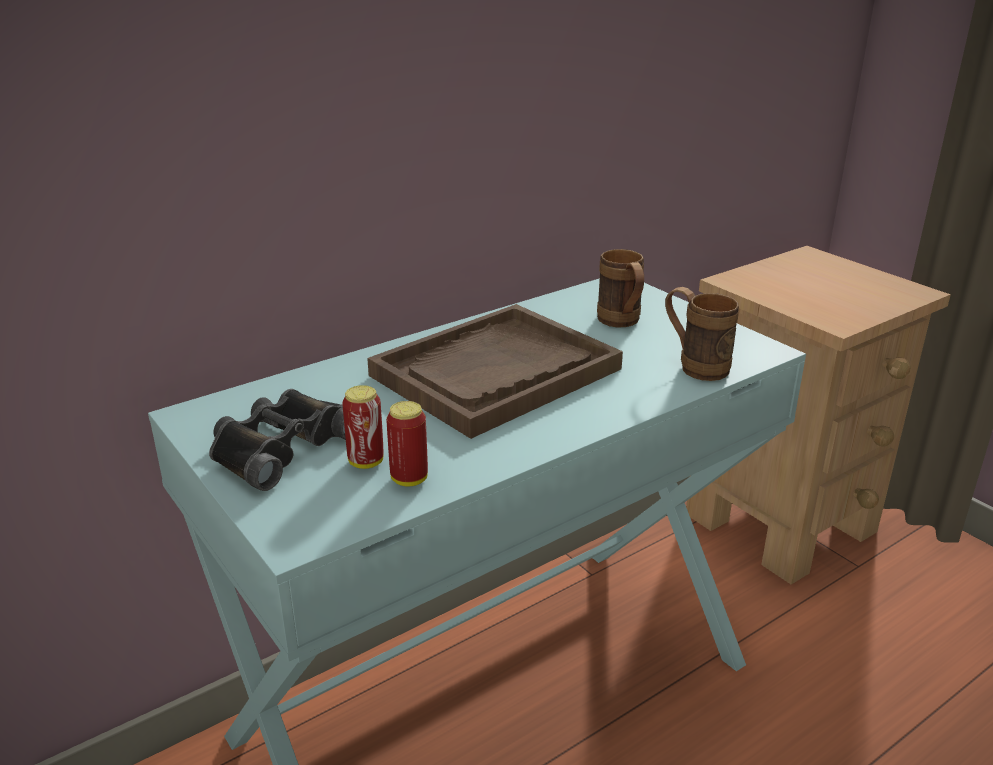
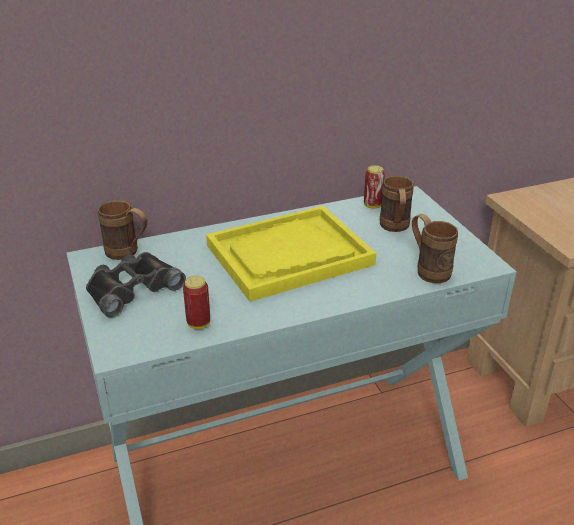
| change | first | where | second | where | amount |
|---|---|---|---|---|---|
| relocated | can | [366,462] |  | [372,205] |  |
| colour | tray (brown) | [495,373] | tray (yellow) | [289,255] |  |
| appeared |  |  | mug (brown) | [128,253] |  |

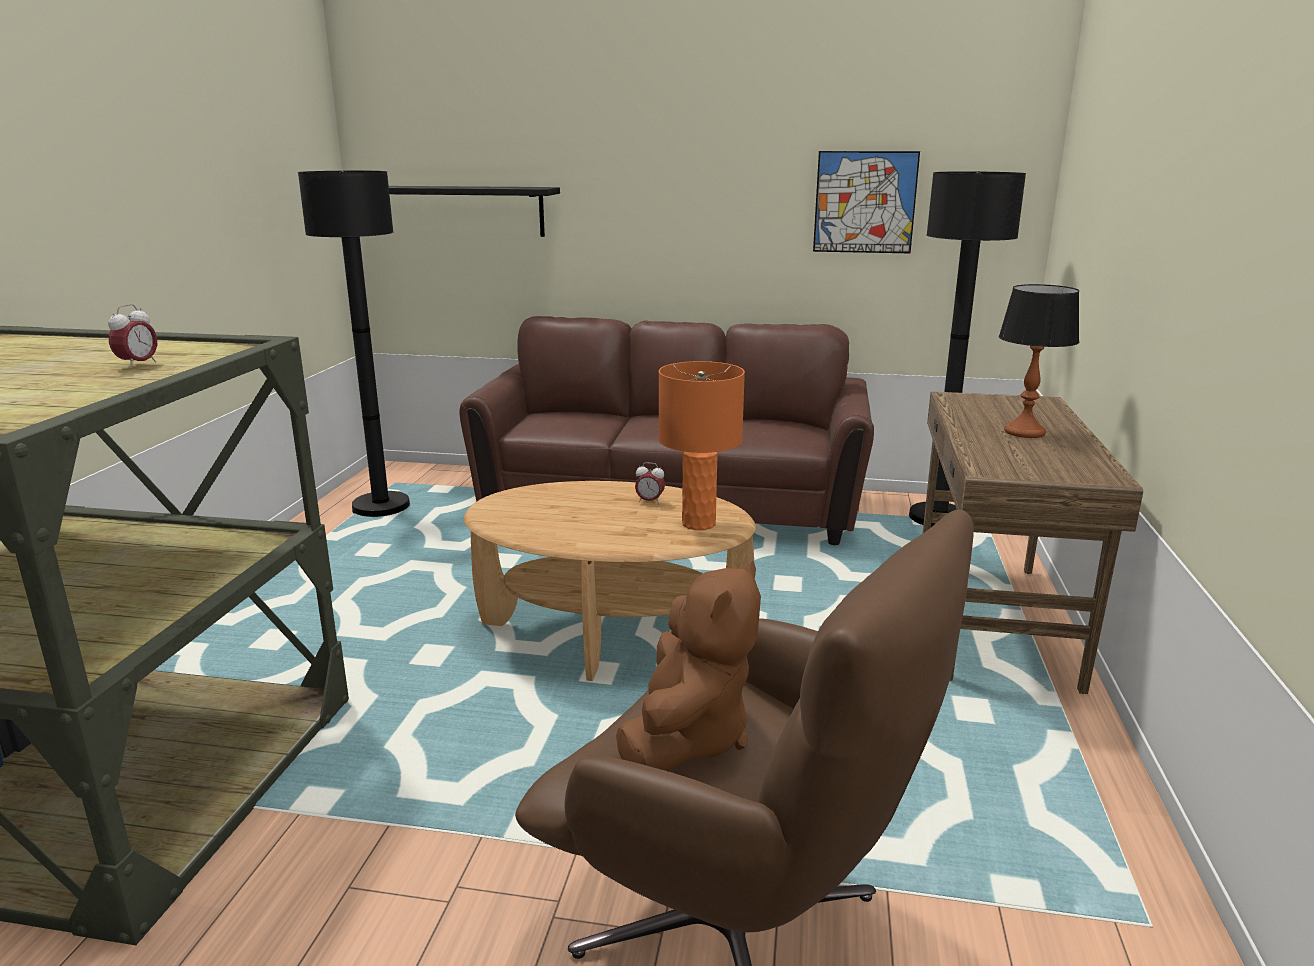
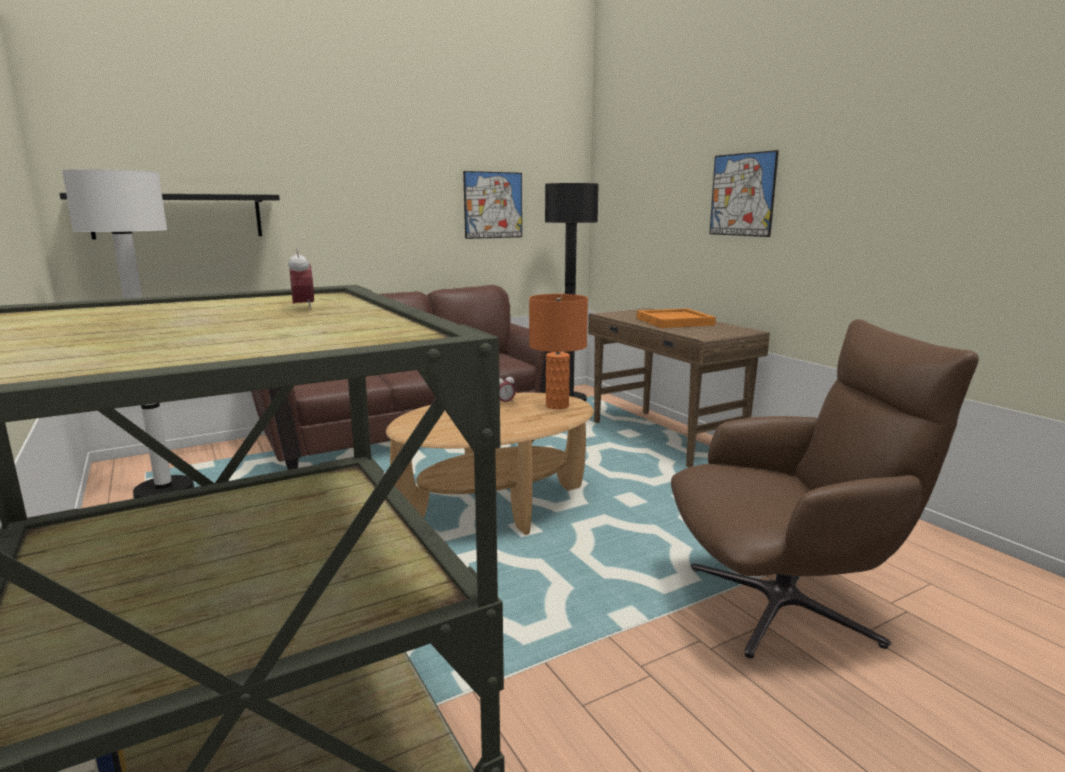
| change | first | where | second | where | amount |
|---|---|---|---|---|---|
| colour | floor lamp (black) | [381,507] | floor lamp (white) | [164,492] |  |
| missing | plush toy (brown) | [687,737] |  |  |  |
| exchanged | table lamp | [1025,432] | tray (orange) | [675,321] |  |
| appeared |  |  | picture | [742,195] |  |

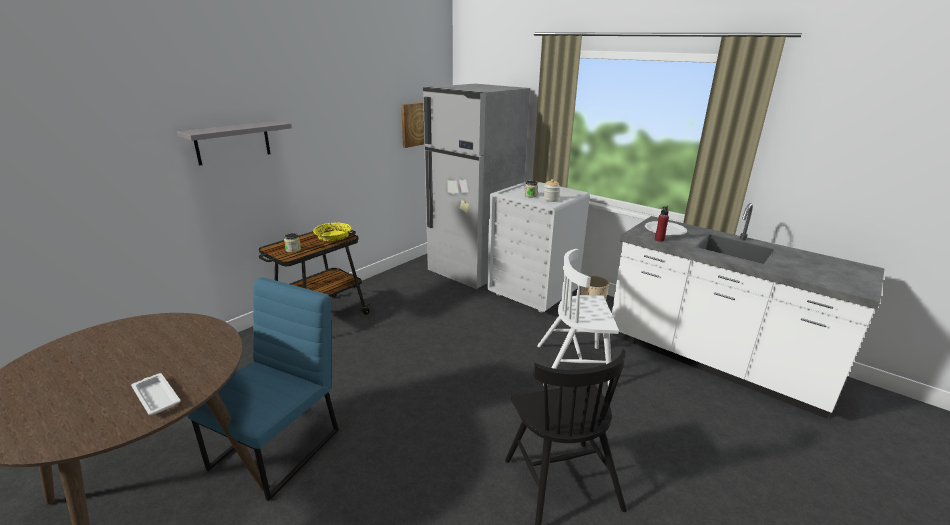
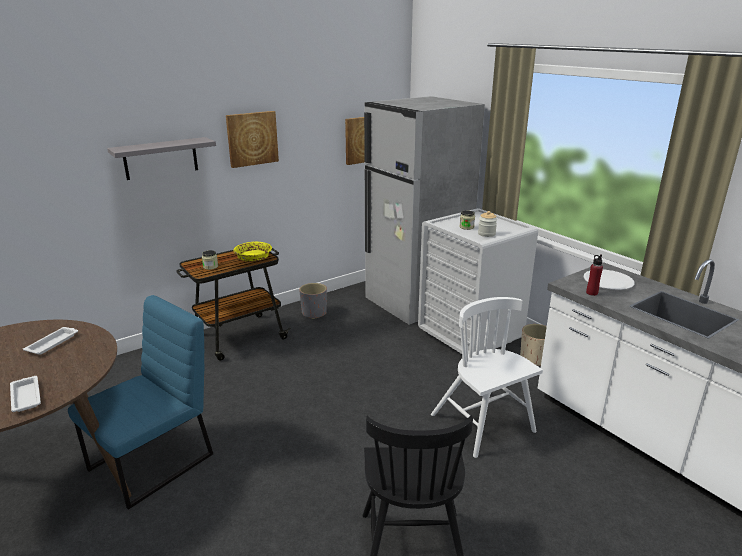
| change | first | where | second | where | amount |
|---|---|---|---|---|---|
| spun | chair (white) | [577,365] |  | [486,426] | 45 degrees clockwise |
| appeared |  |  | tray (white) | [53,343] |  |
| appeared |  |  | picture | [252,138] |  |
| appeared |  |  | planter (grey) | [314,313] |  |

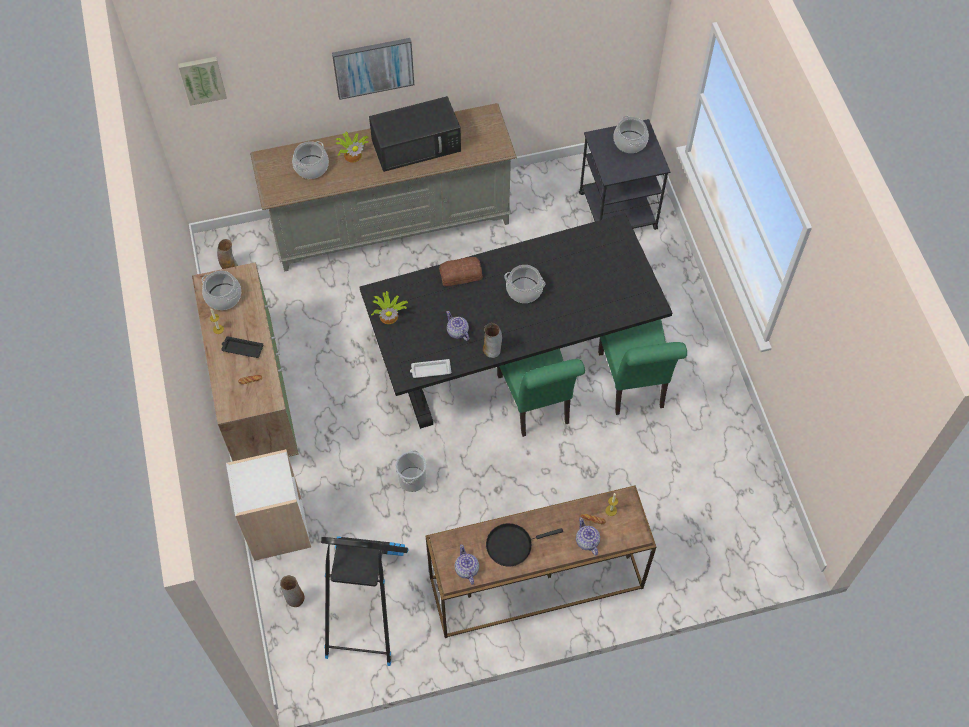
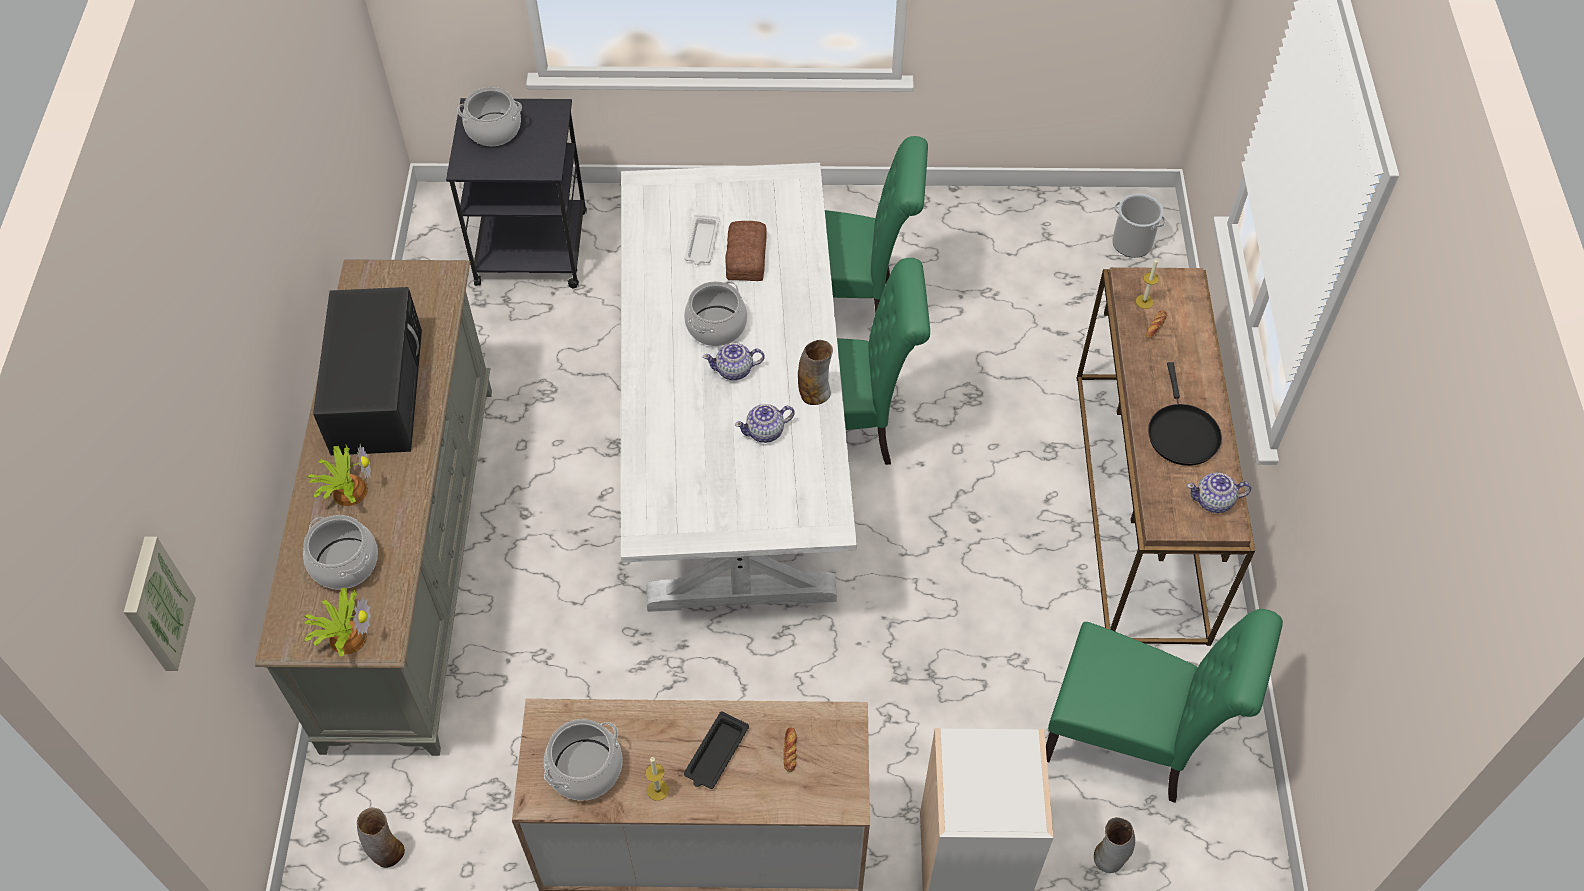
| change | first | where | second | where | amount |
|---|---|---|---|---|---|
| exchanged | step ladder (black) | [367,601] | chair (green) | [1131,744] |  |
| missing | picture | [373,67] |  |  |  |
| colour | dining table (black) | [512,352] | dining table (white) | [735,442] |  |
| relocated | potted plant | [389,315] |  | [346,636] |  |
| relocated | bucket | [412,479] |  | [1132,243] |  |
| relocated | tray (white) | [430,370] |  | [702,243] |  |
| relocated | bread | [460,274] |  | [745,257] |  |
| relocated | teapot | [587,541] |  | [734,370] |  |

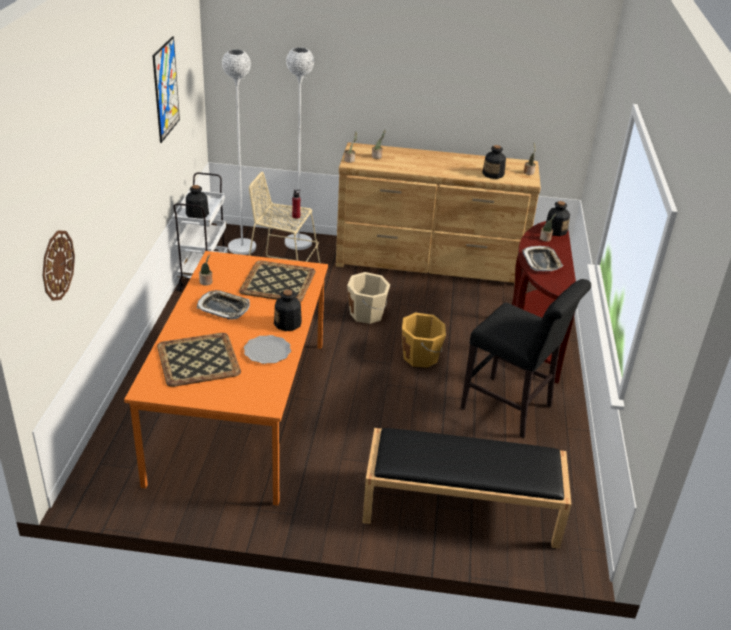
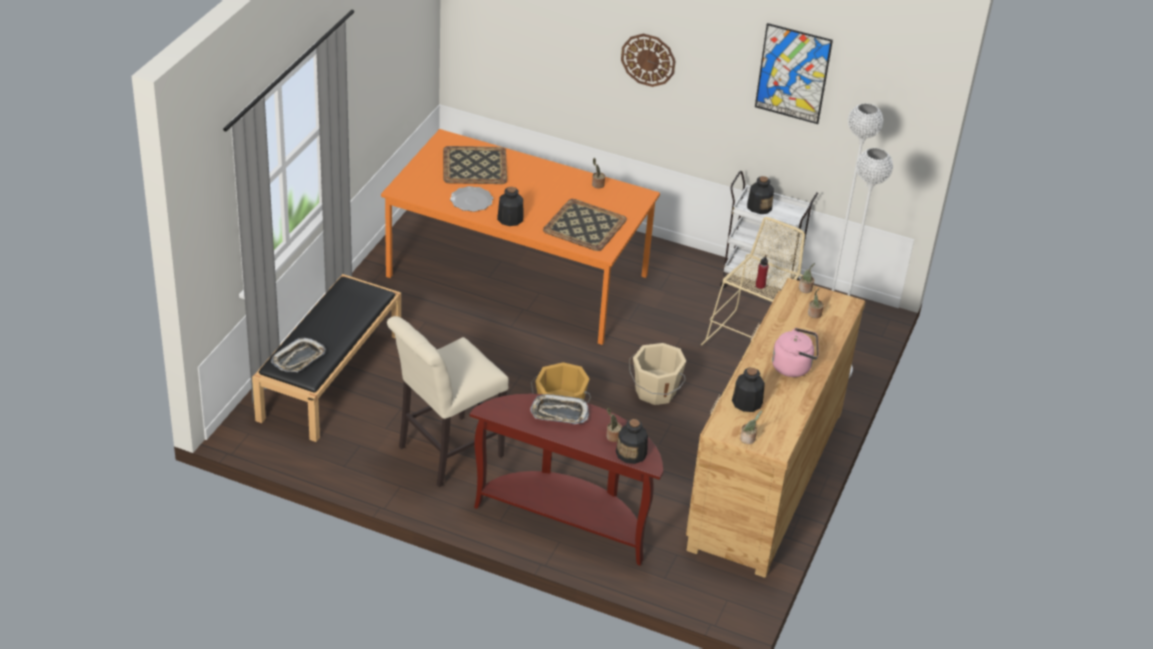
| change | first | where | second | where | amount |
|---|---|---|---|---|---|
| relocated | wall clock | [57,265] |  | [648,59] |  |
| relocated | tray | [223,308] |  | [299,359] |  |
| colour | stool (black) | [511,410] | stool (beige) | [445,453] |  |
| appeared |  |  | kettle (pink) | [794,367] |  |

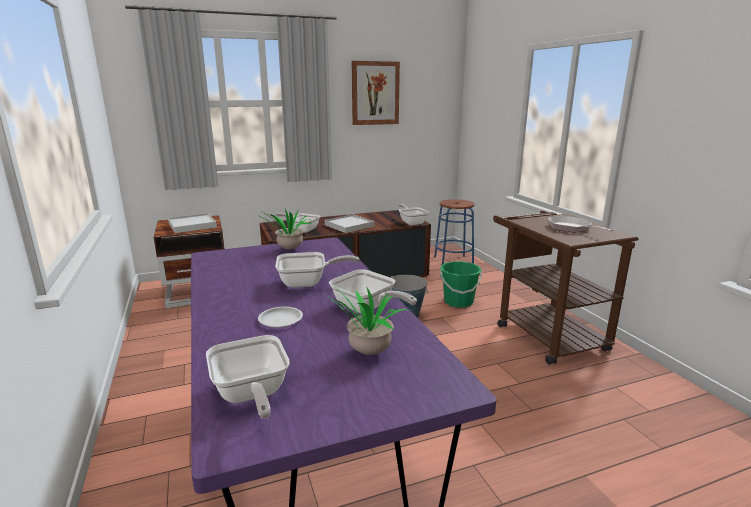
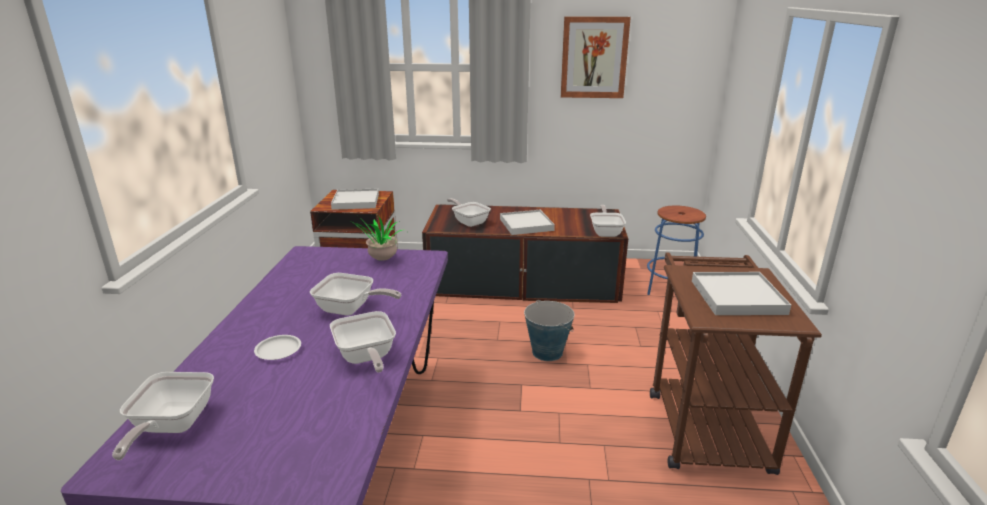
| change | first | where | second | where | amount |
|---|---|---|---|---|---|
| missing | potted plant | [367,354] |  |  |  |
| missing | bucket (green) | [458,302] |  |  |  |
| exchanged | frying pan | [572,228] | tray (white) | [737,297] |  |

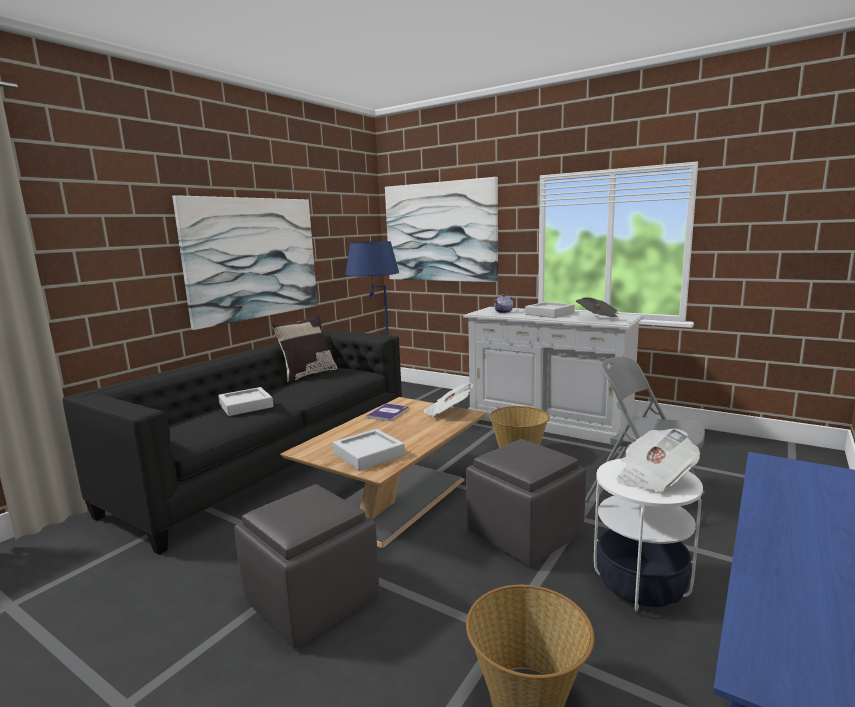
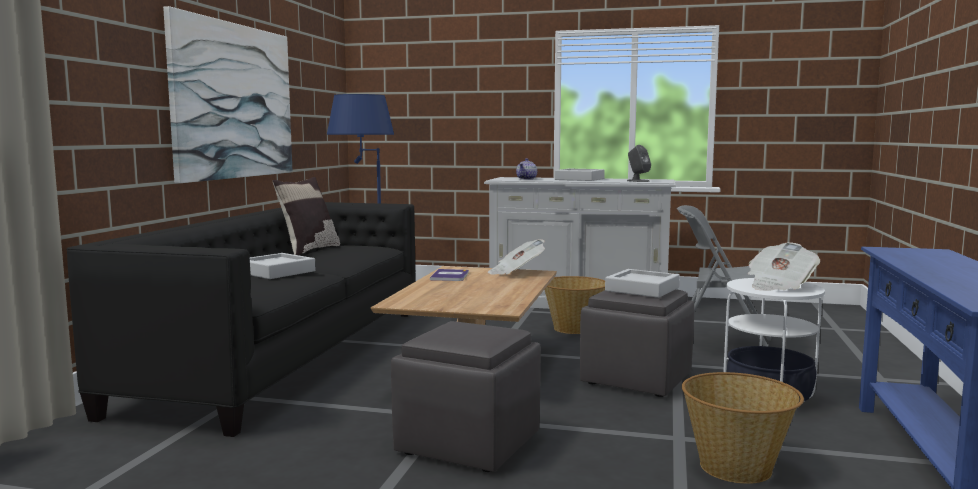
| change | first | where | second | where | amount |
|---|---|---|---|---|---|
| relocated | tray (grey) | [369,454] |  | [642,289] |  |
| missing | picture | [440,232] |  |  |  |
| exchanged | newspaper | [598,319] | speaker (grey) | [638,181] |  |

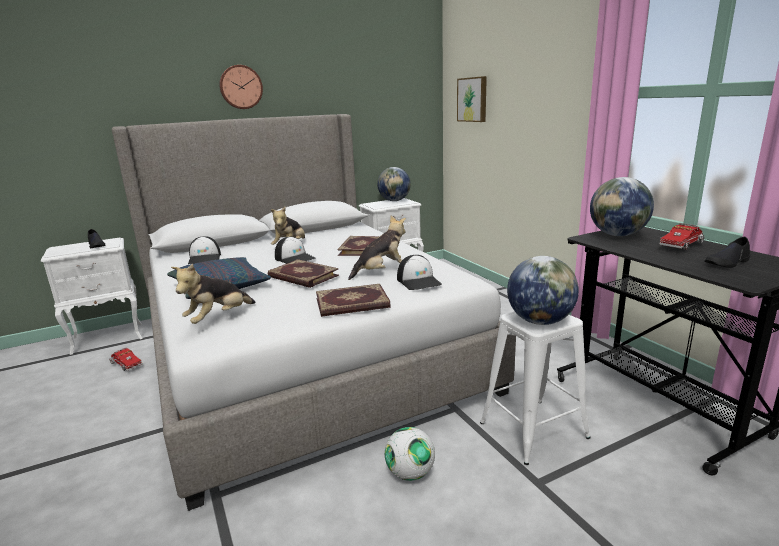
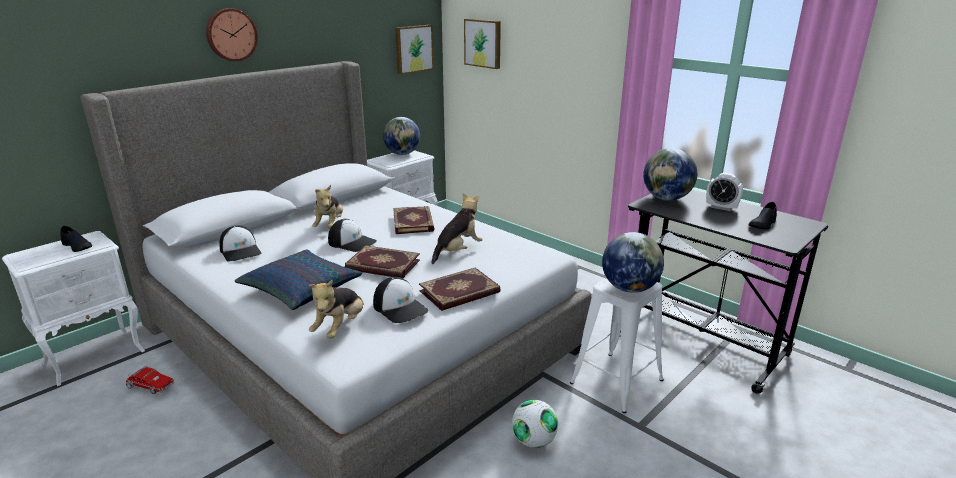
| change | first | where | second | where | amount |
|---|---|---|---|---|---|
| relocated | cap | [419,281] |  | [400,308] |  |
| exchanged | toy truck | [681,245] | alarm clock | [721,207] |  |
| appeared |  |  | picture | [413,48] |  |

